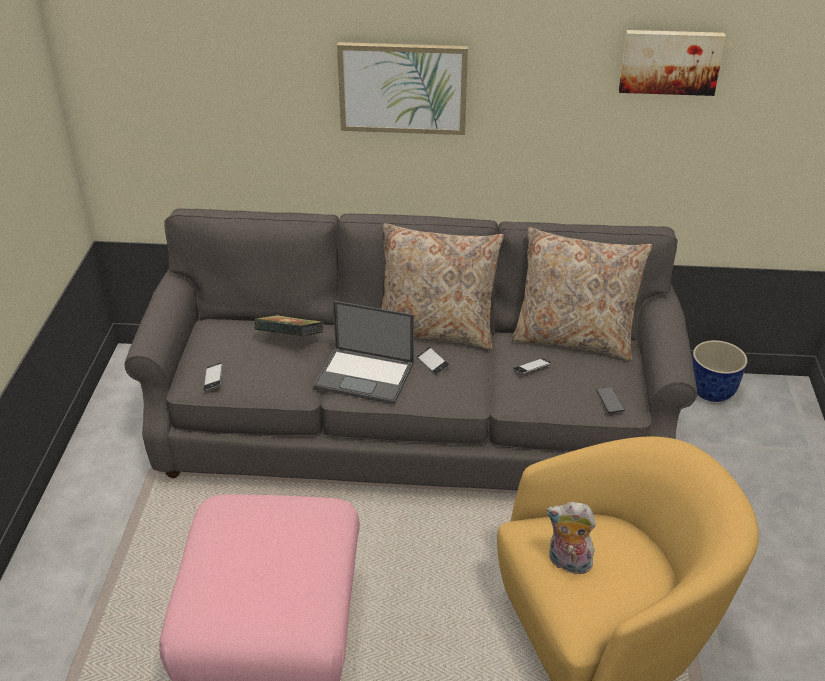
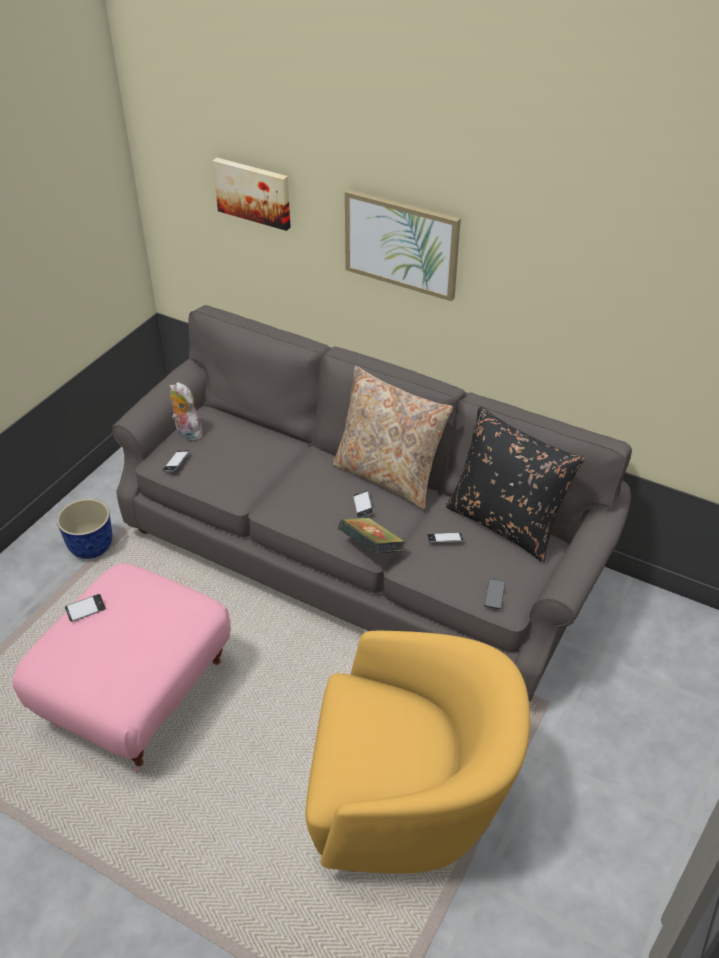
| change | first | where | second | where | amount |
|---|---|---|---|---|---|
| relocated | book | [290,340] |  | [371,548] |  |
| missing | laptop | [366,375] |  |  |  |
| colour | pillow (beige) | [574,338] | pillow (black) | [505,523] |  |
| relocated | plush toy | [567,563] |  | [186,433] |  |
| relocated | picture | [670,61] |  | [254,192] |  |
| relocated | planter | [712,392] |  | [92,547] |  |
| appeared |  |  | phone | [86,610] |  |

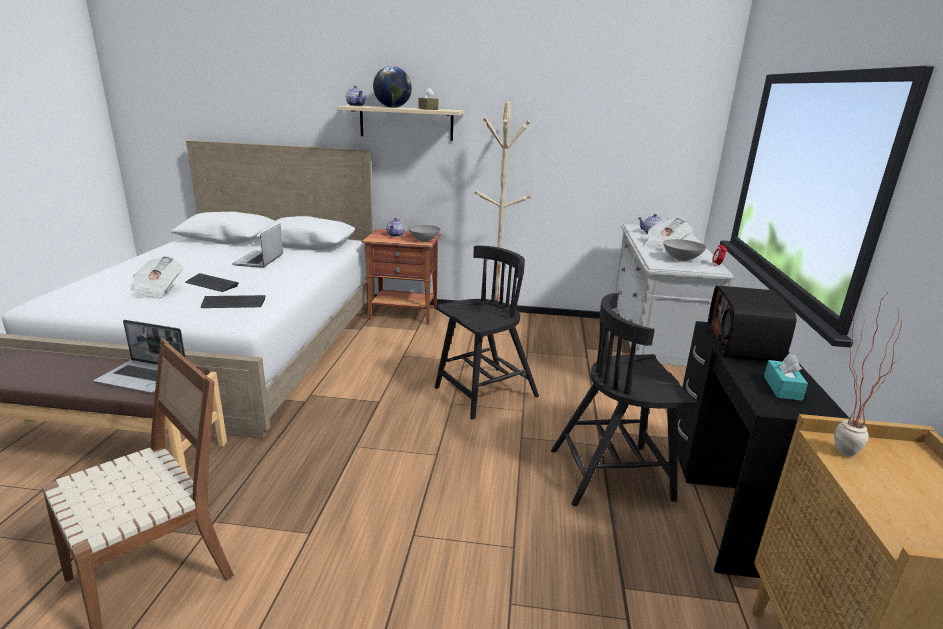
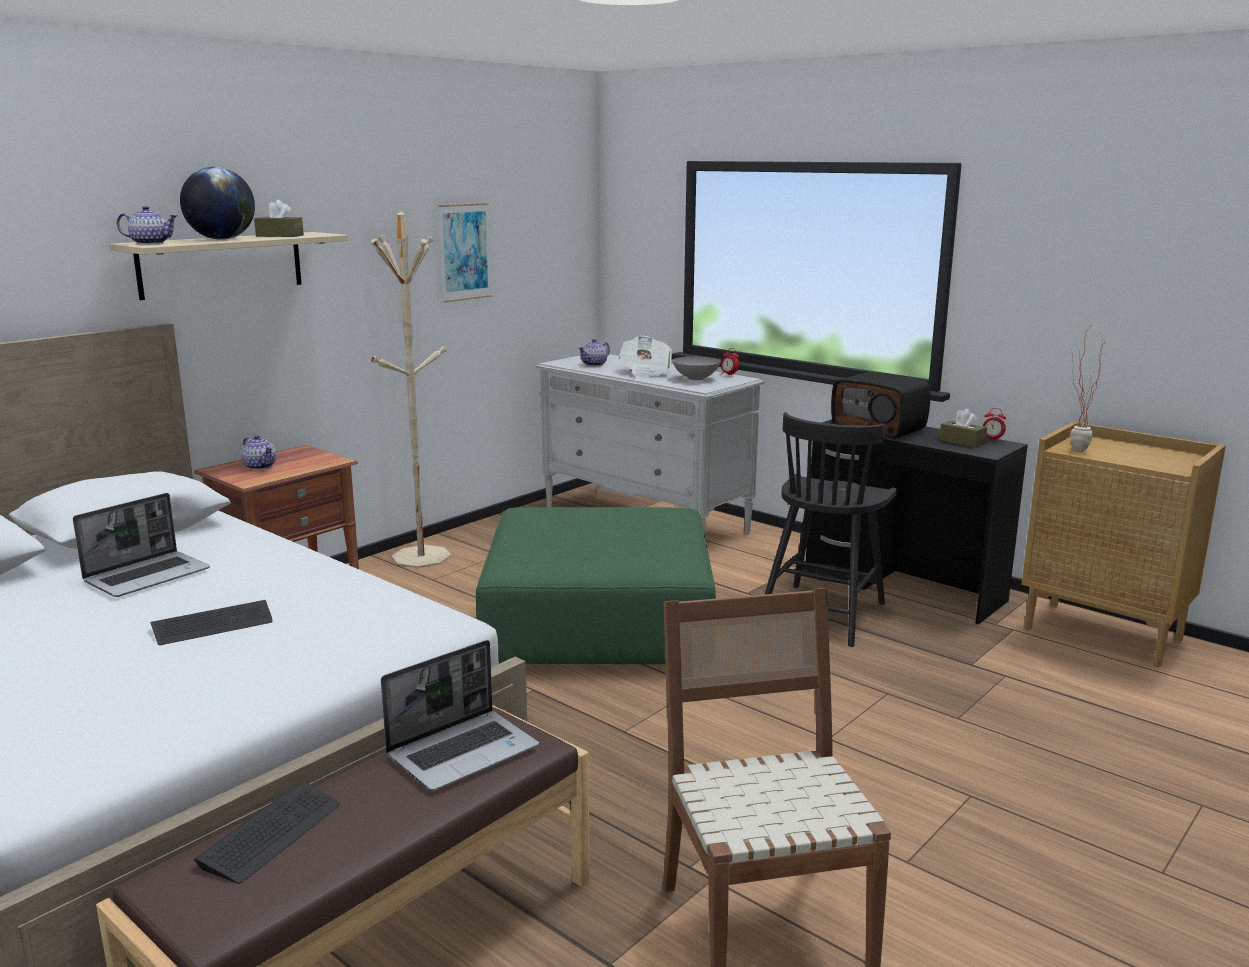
| change | first | where | second | where | amount |
|---|---|---|---|---|---|
| missing | newspaper | [156,290] |  |  |  |
| relocated | keyboard | [233,303] |  | [271,834] |  |
| spun | laptop | [259,260] |  | [148,576] | 90 degrees counterclockwise |
| missing | bowl (grey) | [424,240] |  |  |  |
| exchanged | chair (black) | [484,392] | ottoman (green) | [599,621] |  |
| colour | tissue box (turquoise) | [782,388] | tissue box (brown) | [962,442] |  |
| appeared |  |  | picture | [465,252] |  |
| appeared |  |  | alarm clock | [992,440] |  |

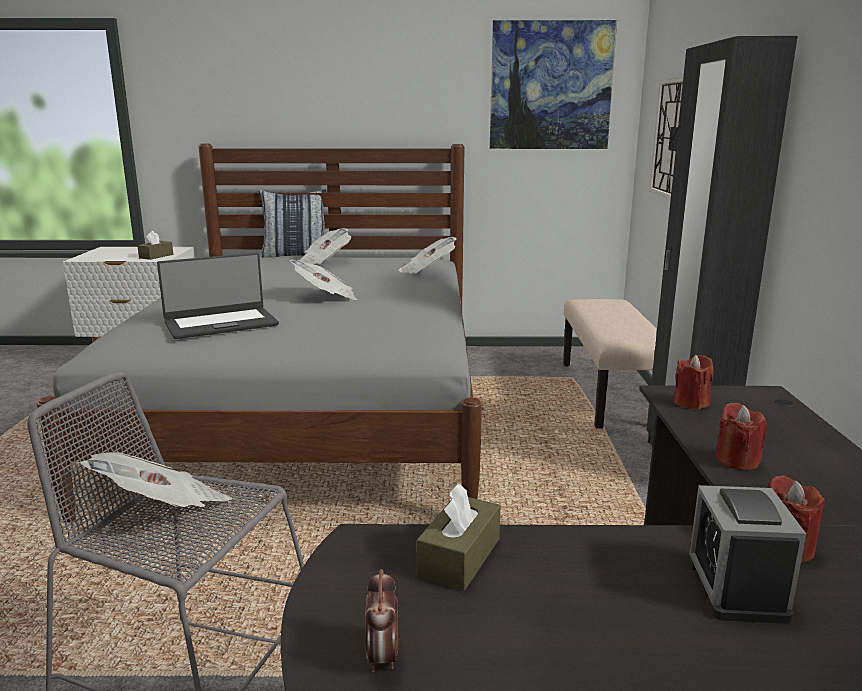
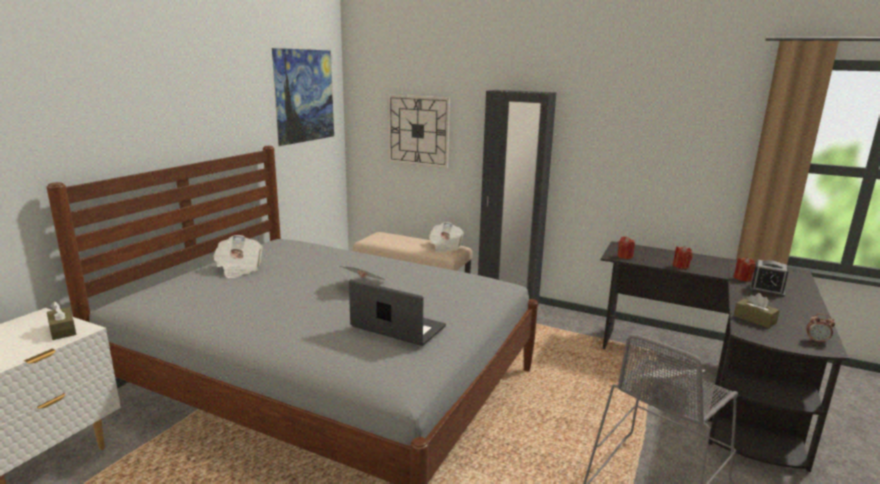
| change | first | where | second | where | amount |
|---|---|---|---|---|---|
| spun | laptop | [221,324] |  | [397,327] | 60 degrees counterclockwise |
| missing | pillow | [295,255] |  |  |  |
| relocated | newspaper | [427,271] |  | [445,247] |  |

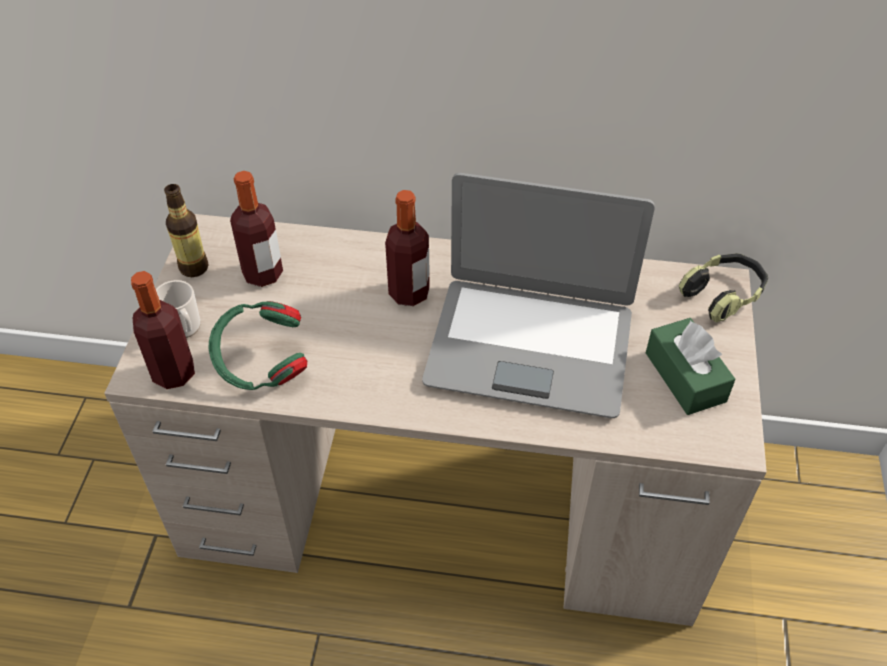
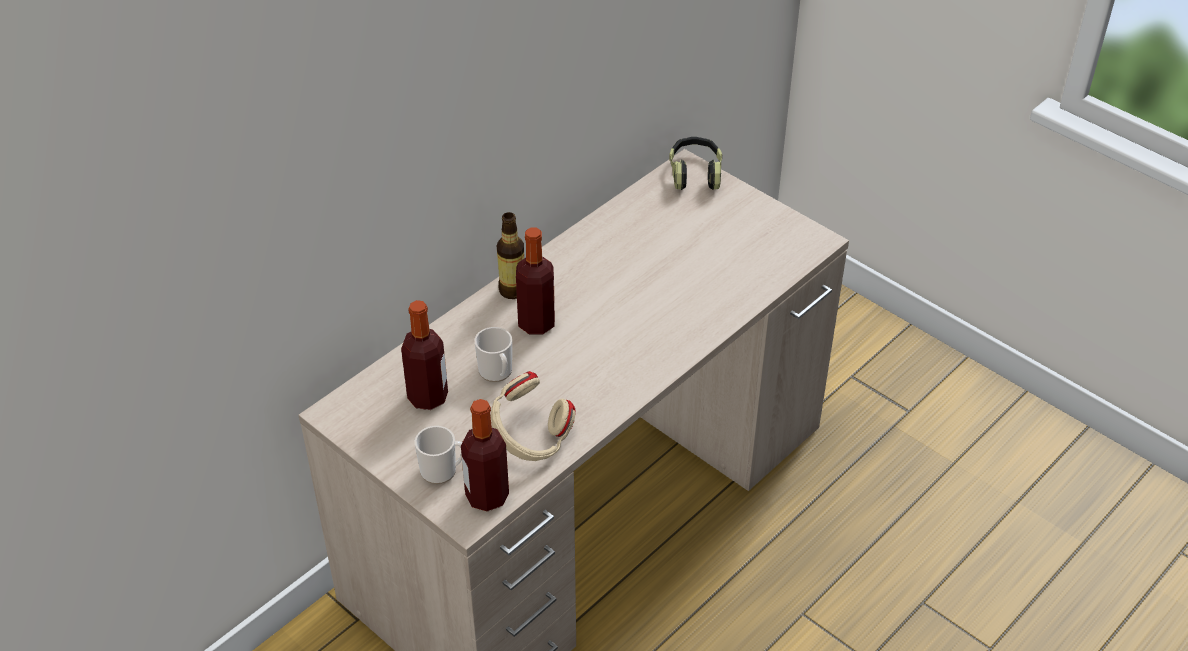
| change | first | where | second | where | amount |
|---|---|---|---|---|---|
| relocated | bottle | [194,267] |  | [512,290] |  |
| colour | headphones (green) | [261,367] | headphones (beige) | [531,440] |  |
| missing | laptop | [530,346] |  |  |  |
| missing | tissue box (green) | [685,377] |  |  |  |
| appeared |  |  | mug | [497,373] |  |

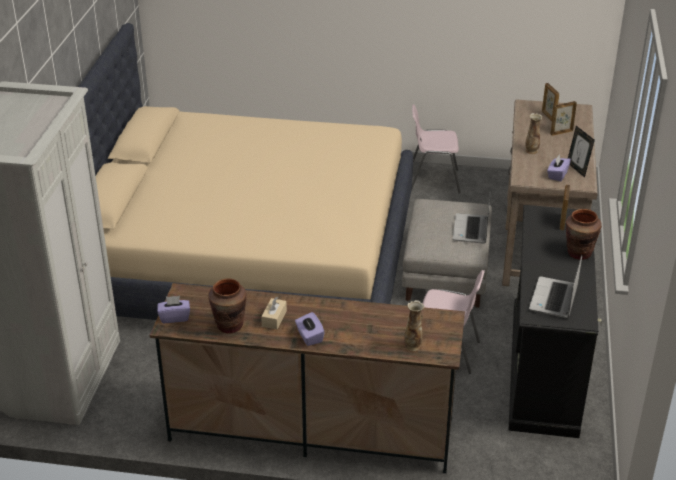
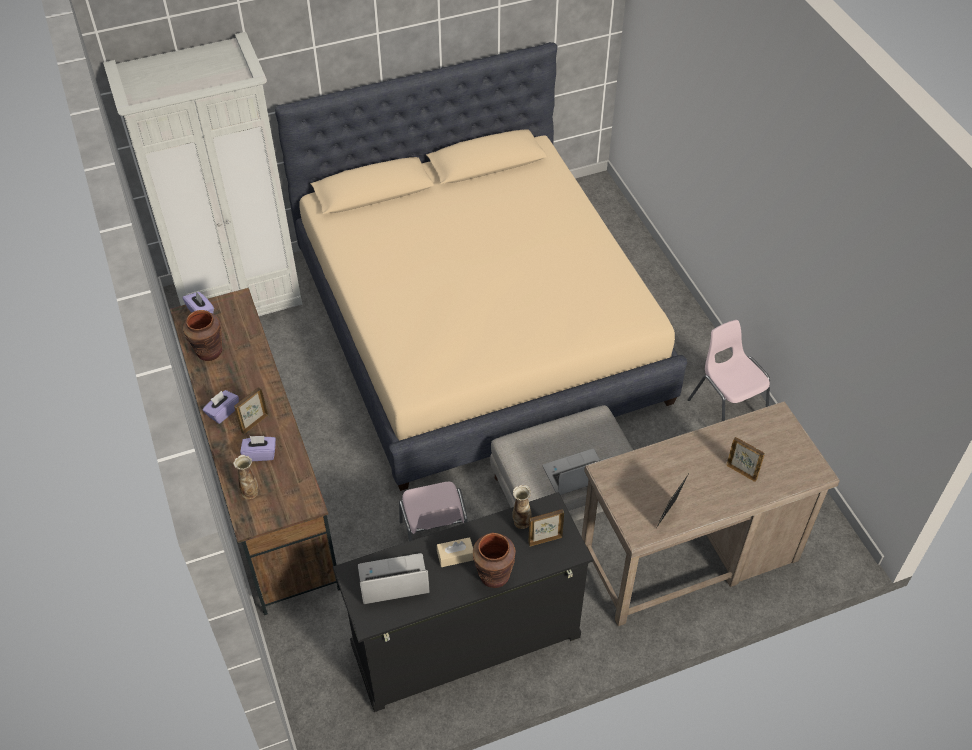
| change | first | where | second | where | amount |
|---|---|---|---|---|---|
| relocated | tissue box (beige) | [274,318] |  | [455,556] |  |
| relocated | vase | [531,151] |  | [521,522] |  |
| relocated | picture frame | [548,116] |  | [254,423] |  |
| relocated | tissue box (purple) | [557,175] |  | [260,454] |  |

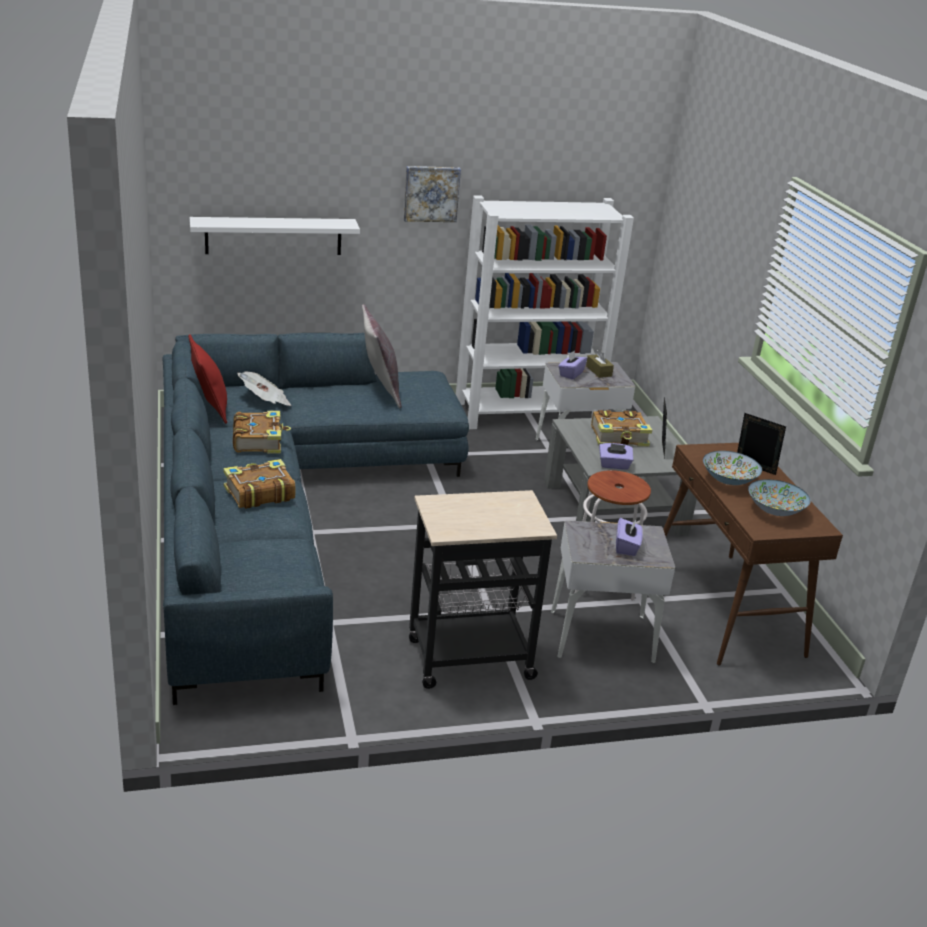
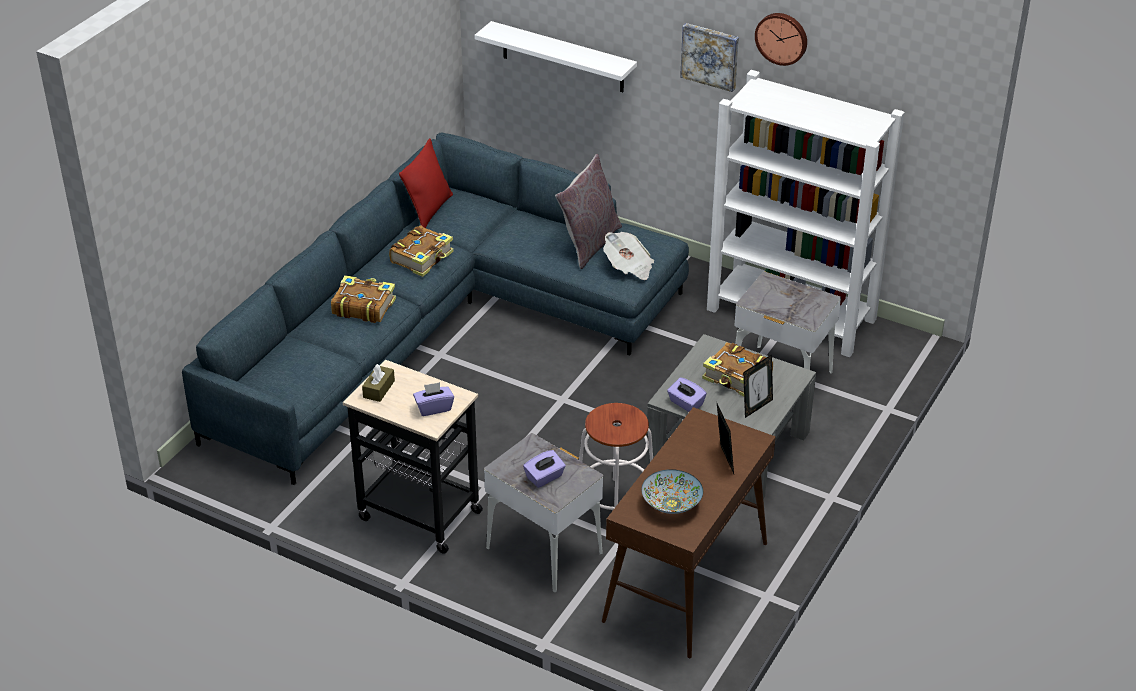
| change | first | where | second | where | amount |
|---|---|---|---|---|---|
| relocated | newspaper | [265,401] |  | [628,267] |  |
| relocated | tissue box (purple) | [571,374] |  | [434,408] |  |
| relocated | tissue box (brown) | [598,371] |  | [379,389] |  |
| missing | bowl | [729,480] |  |  |  |
| appeared |  |  | wall clock | [782,37] |  |

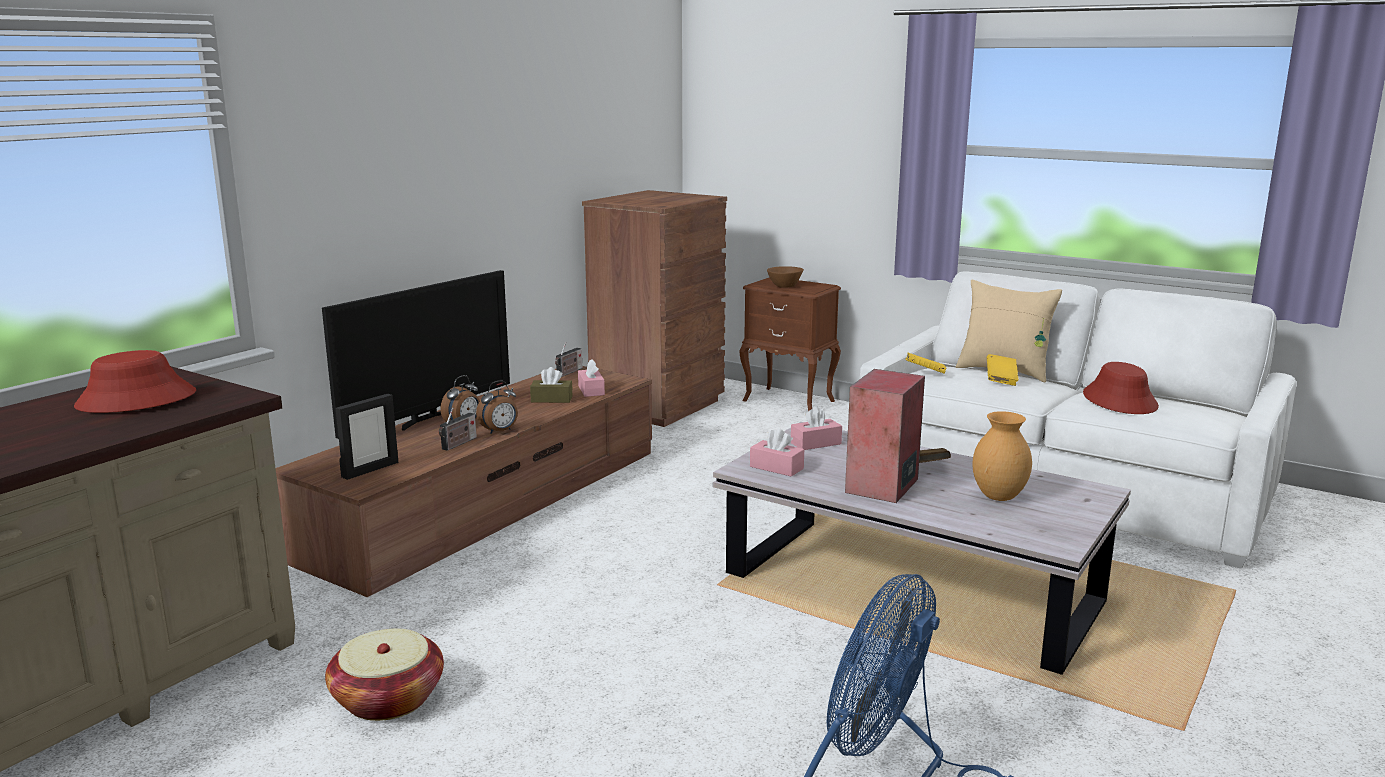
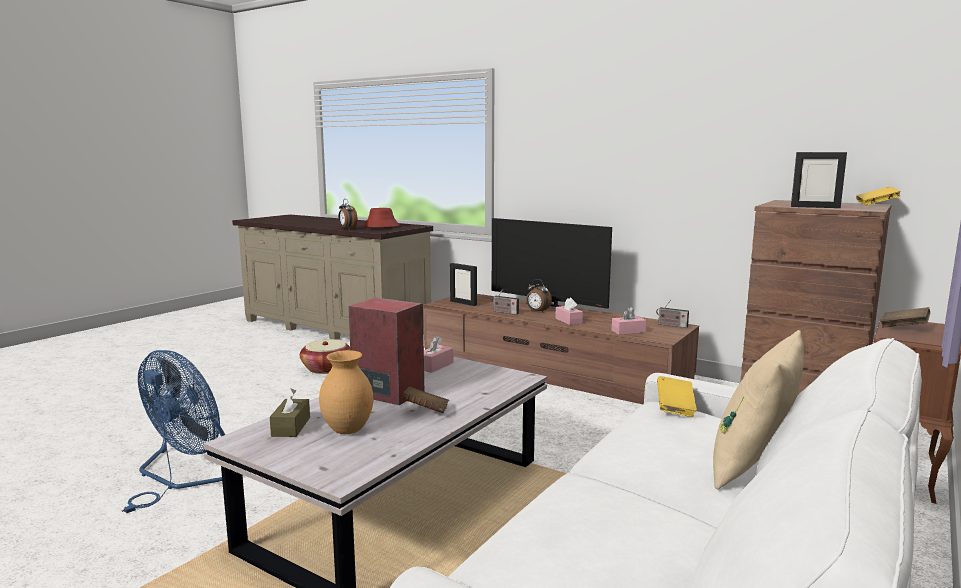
| change | first | where | second | where | amount |
|---|---|---|---|---|---|
| relocated | alarm clock | [500,431] |  | [347,229] |  |
| relocated | tissue box (brown) | [551,399] |  | [291,427] |  |
| exchanged | bowl (brown) | [784,286] | book (brown) | [903,328] |  |
| relocated | tissue box (pink) | [815,443] |  | [568,321] |  |
| relocated | book (yellow) | [1001,380] |  | [876,204] |  |
| missing | hat (red) | [1120,400] |  |  |  |
| appeared |  |  | picture frame | [815,207] |  |

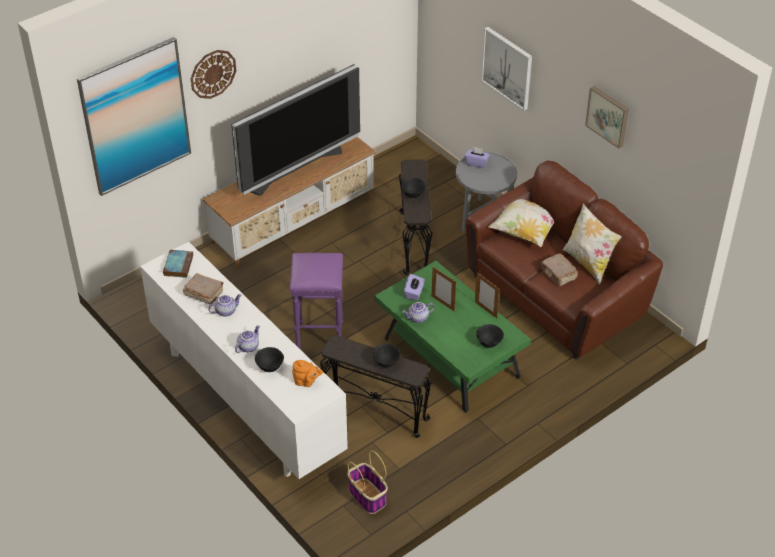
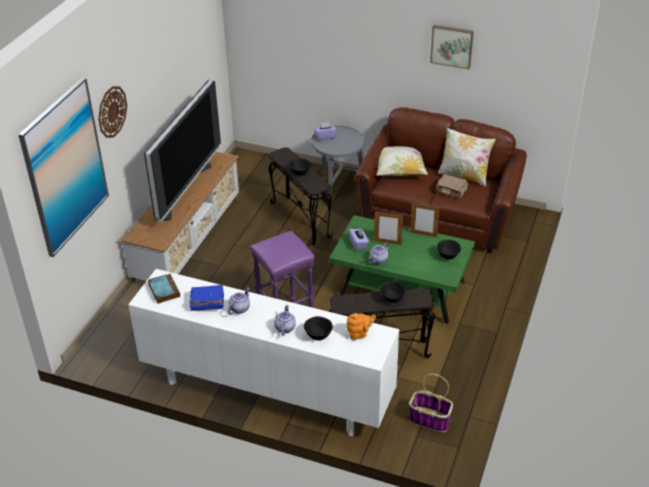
| change | first | where | second | where | amount |
|---|---|---|---|---|---|
| colour | book (brown) | [203,293] | book (blue) | [207,303] |  |
| missing | picture | [507,68] |  |  |  |

